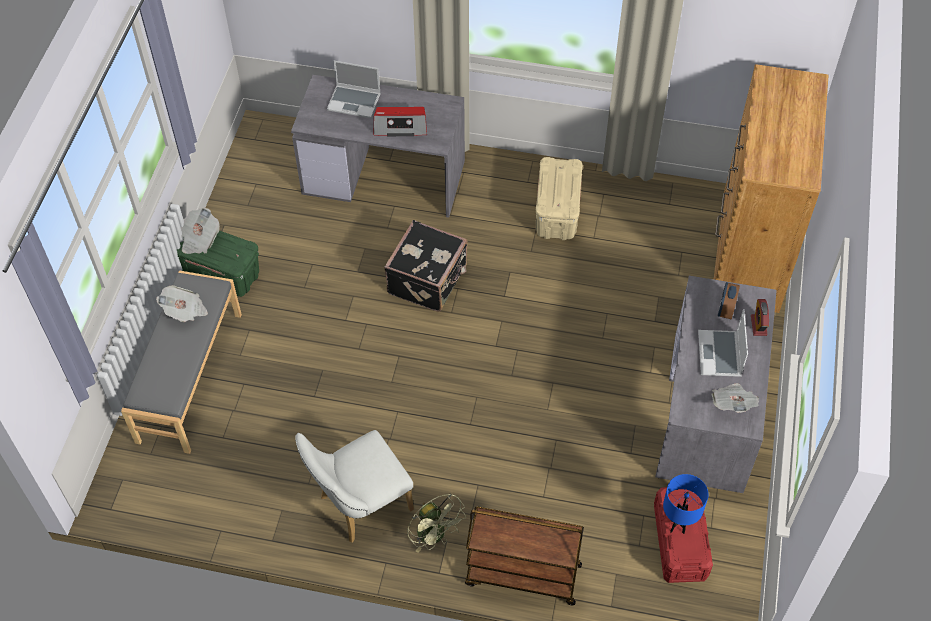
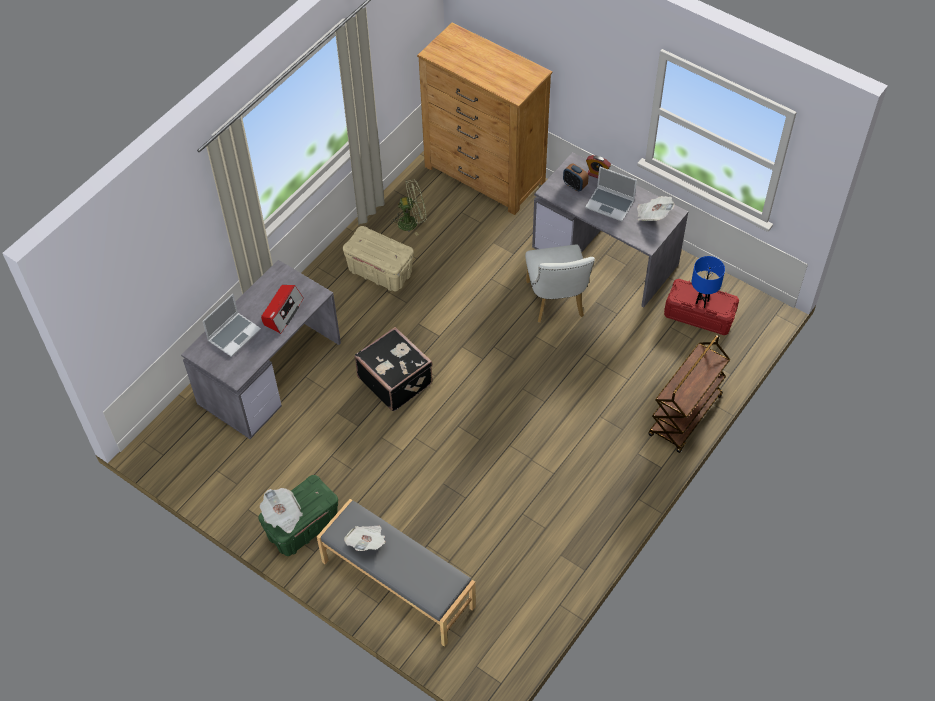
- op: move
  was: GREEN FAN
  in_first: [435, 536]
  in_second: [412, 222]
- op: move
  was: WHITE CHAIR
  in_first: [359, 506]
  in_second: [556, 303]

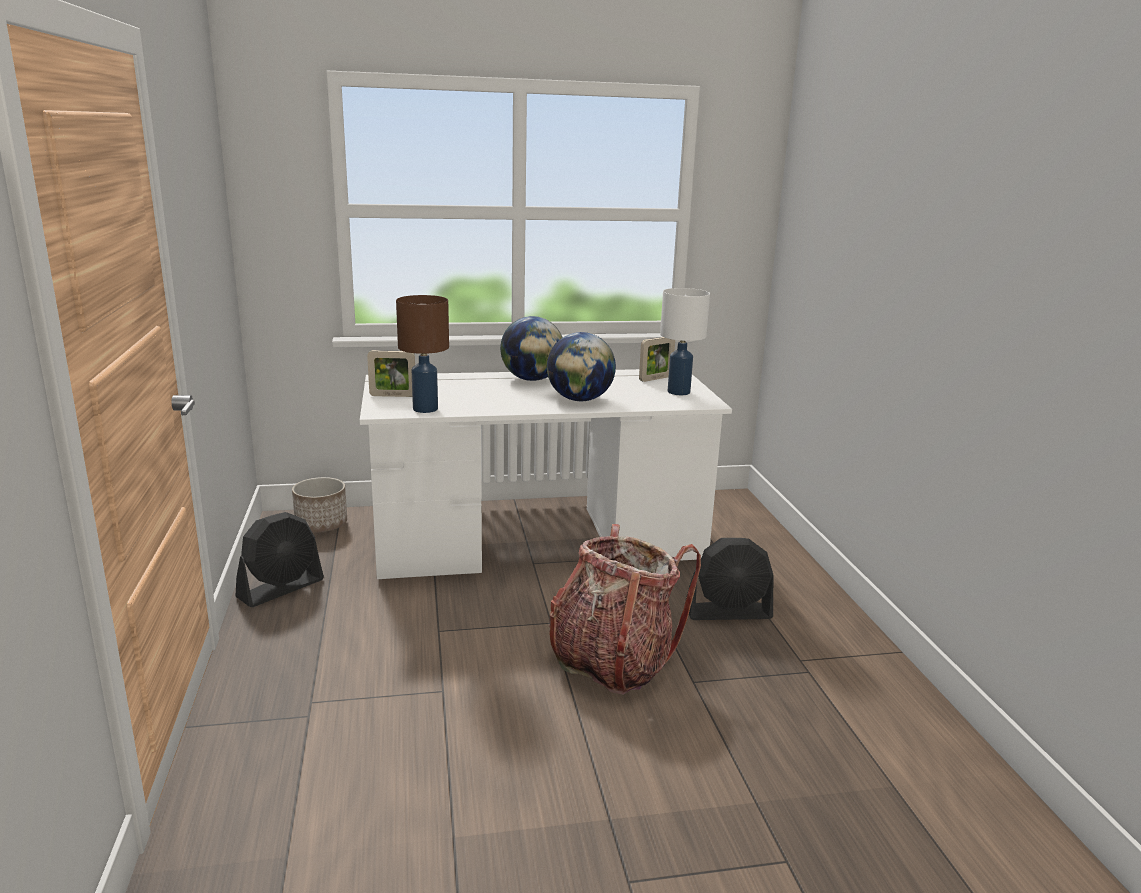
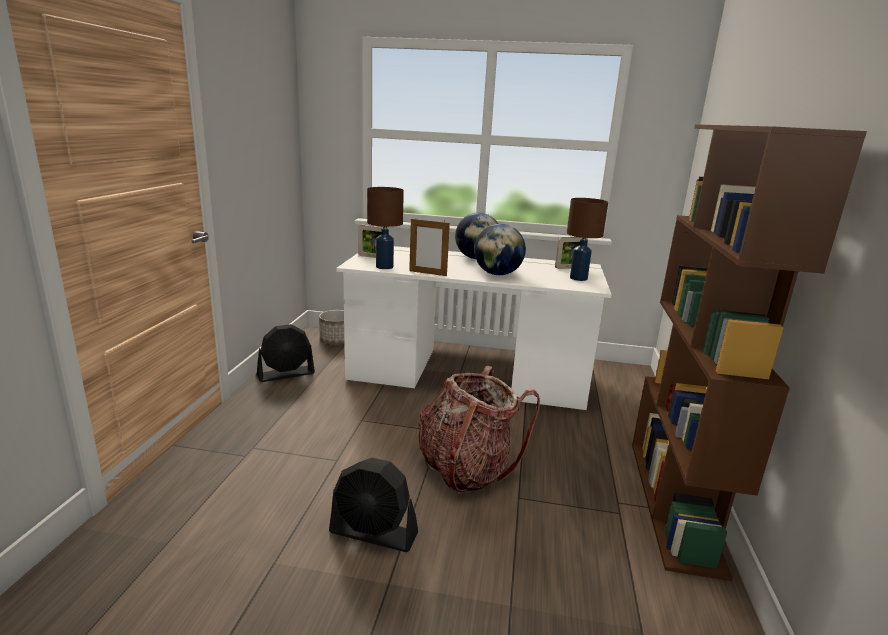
- op: move
  was: BLACK FAN
  in_first: [728, 612]
  in_second: [374, 533]
- op: insert
  now: PICTURE FRAME
  in_second: [428, 273]
- op: recolor
  was: WHITE TABLE LAMP
  now: BROWN TABLE LAMP
  in_first: [679, 392]
  in_second: [578, 278]
- op: insert
  now: BROWN BOOKCASE
  in_second: [674, 502]

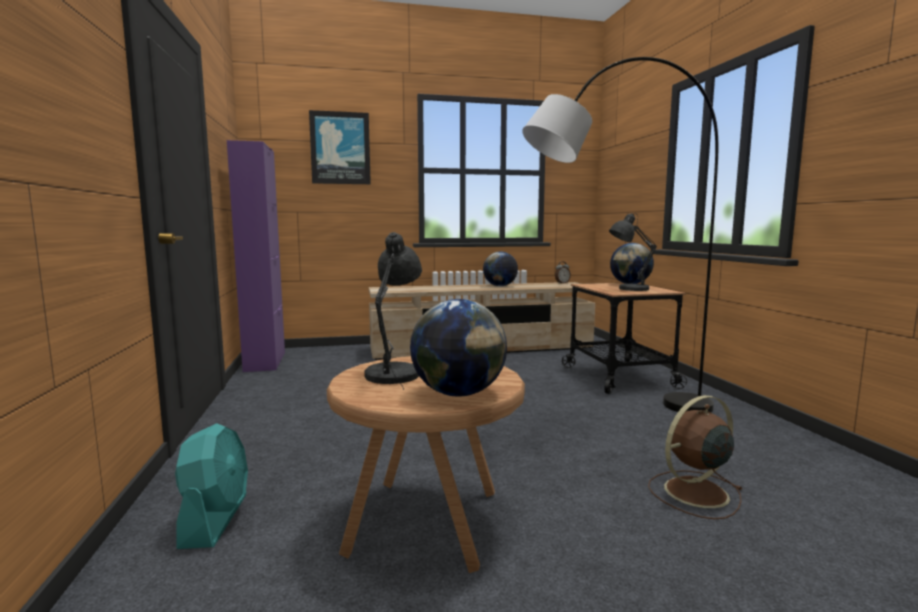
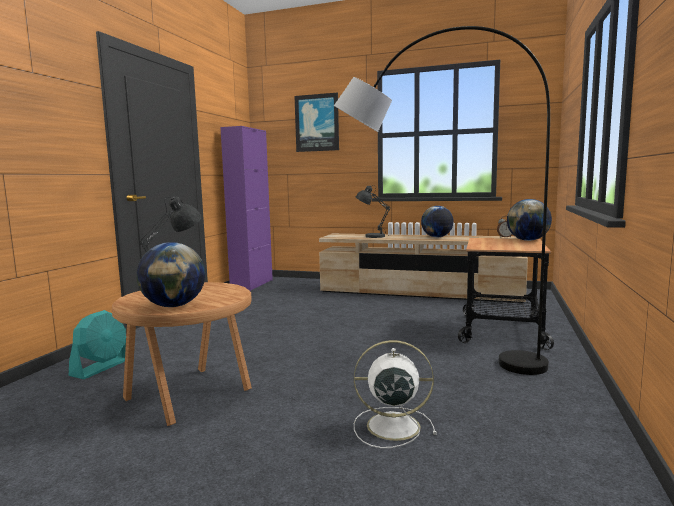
- op: recolor
  was: BROWN FAN
  now: WHITE FAN
  in_first: [694, 493]
  in_second: [390, 426]
- op: move
  was: GREY TABLE LAMP
  in_first: [630, 289]
  in_second: [372, 236]

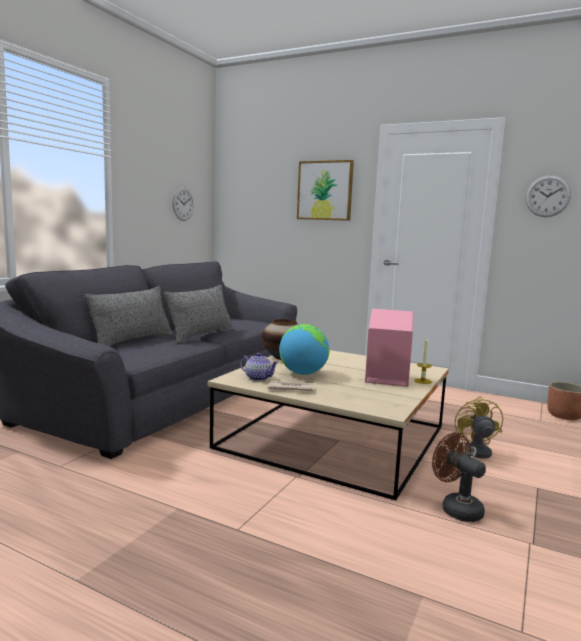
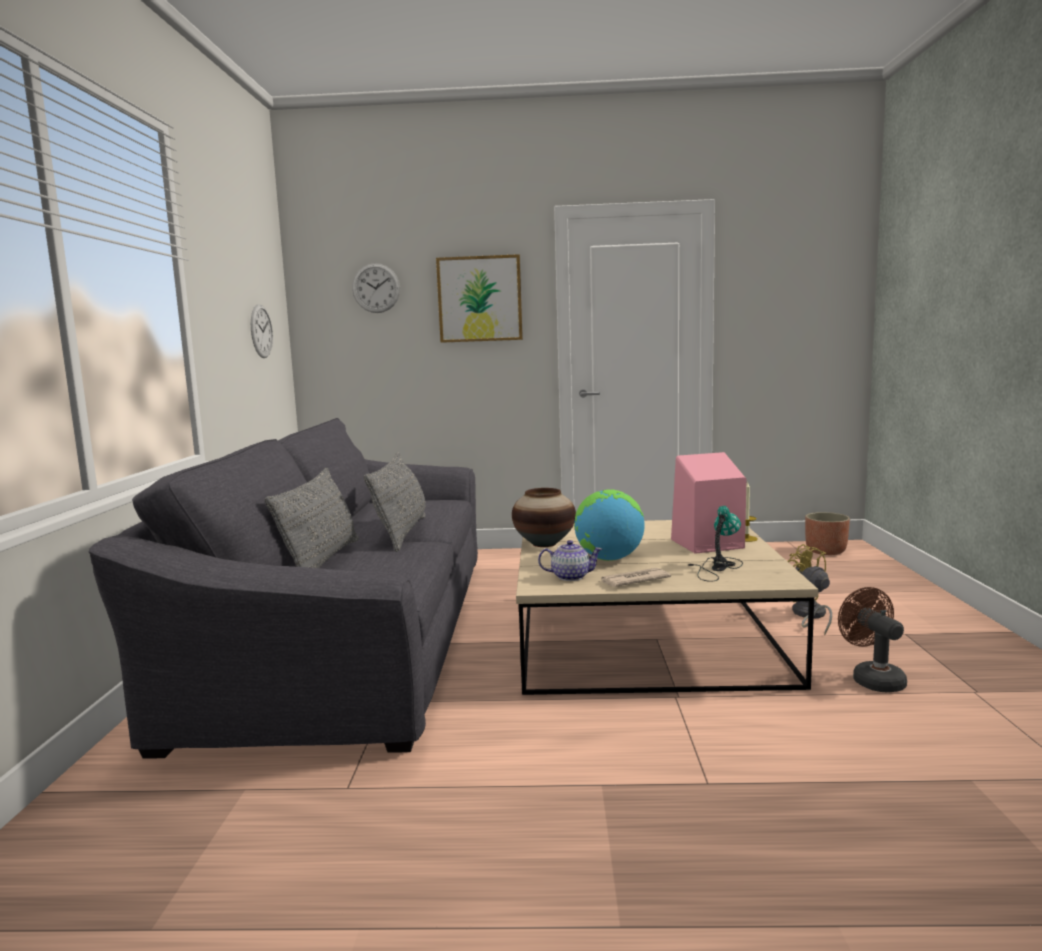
- op: move
  was: WALL CLOCK
  in_first: [547, 196]
  in_second: [376, 288]
- op: insert
  now: TABLE LAMP
  in_second: [716, 567]
- op: rotate
  was: BROWN FAN
  in_first: [456, 508]
  in_second: [872, 679]
  clockwise: 45

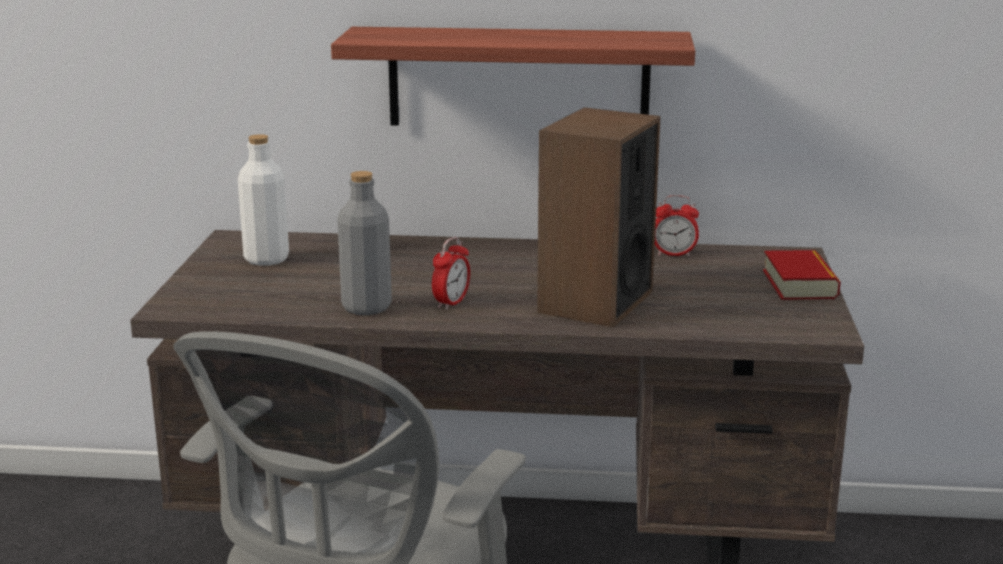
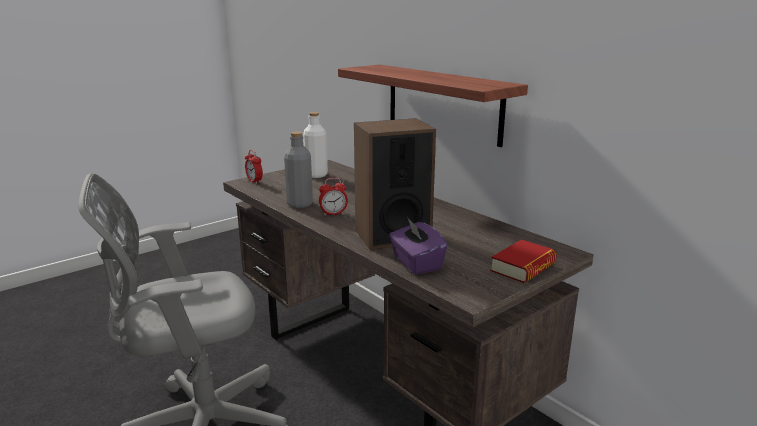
- op: move
  was: ALARM CLOCK
  in_first: [674, 254]
  in_second: [254, 181]
- op: insert
  now: PURPLE TISSUE BOX
  in_second: [416, 263]

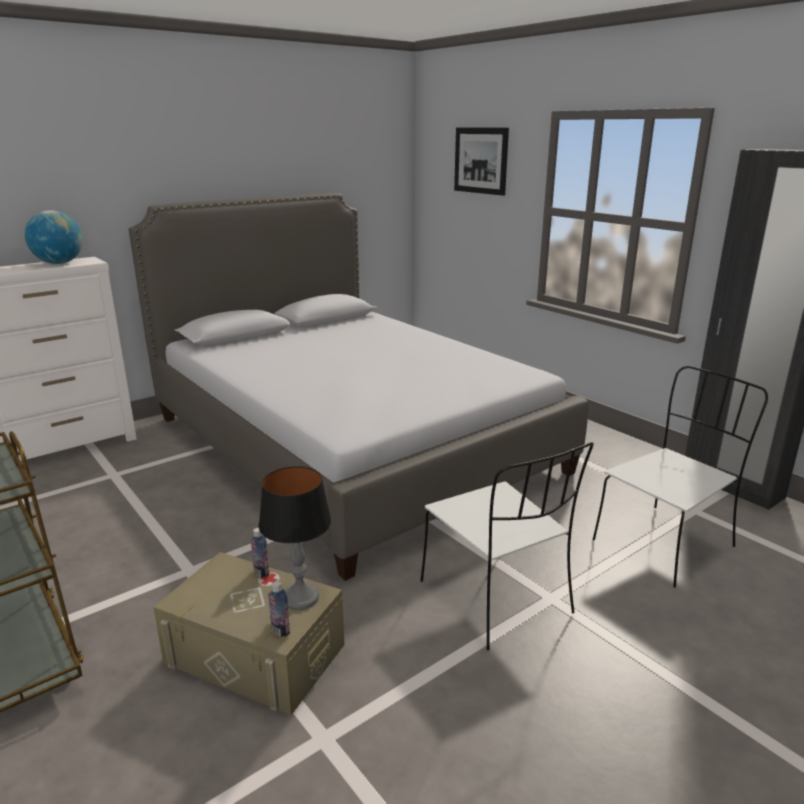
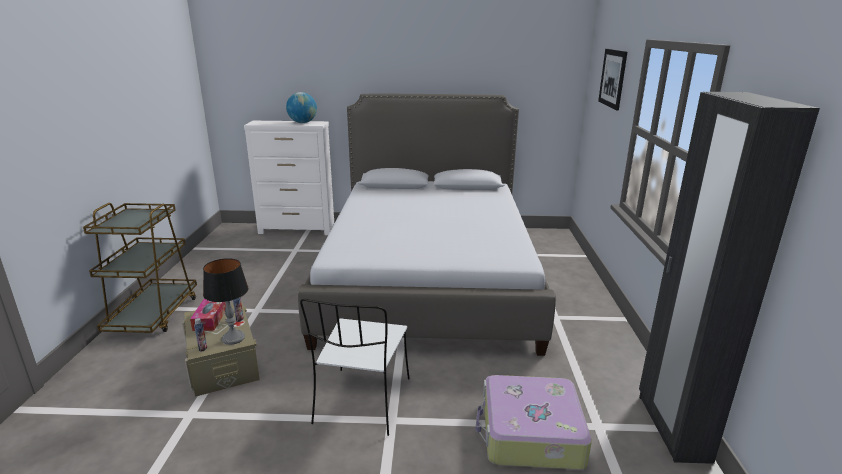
- op: insert
  now: TISSUE BOX
  in_second: [210, 319]
- op: replace
  was: WHITE CHAIR
  now: SUITCASE
  in_first: [665, 542]
  in_second: [530, 433]

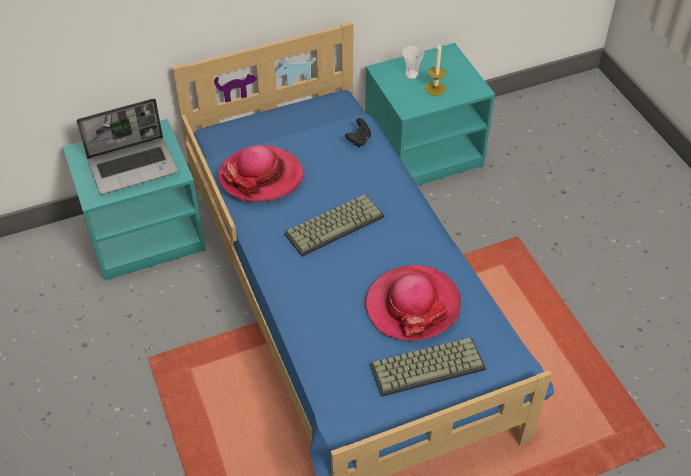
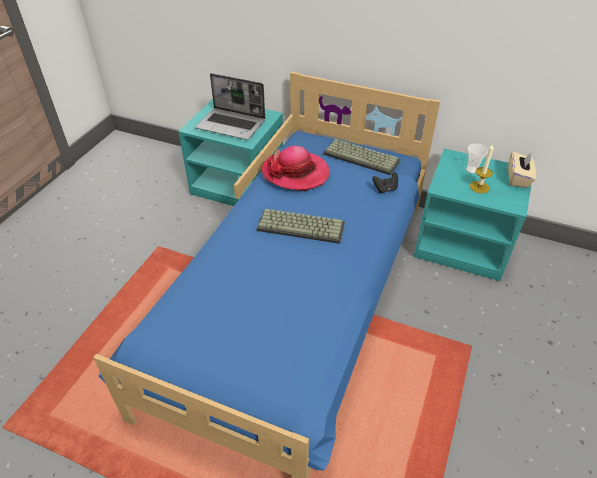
- op: move
  was: KEYBOARD
  in_first: [428, 365]
  in_second: [362, 157]
- op: insert
  now: BEIGE TISSUE BOX
  in_second: [518, 178]
- op: delete
  was: HAT
  in_first: [412, 305]

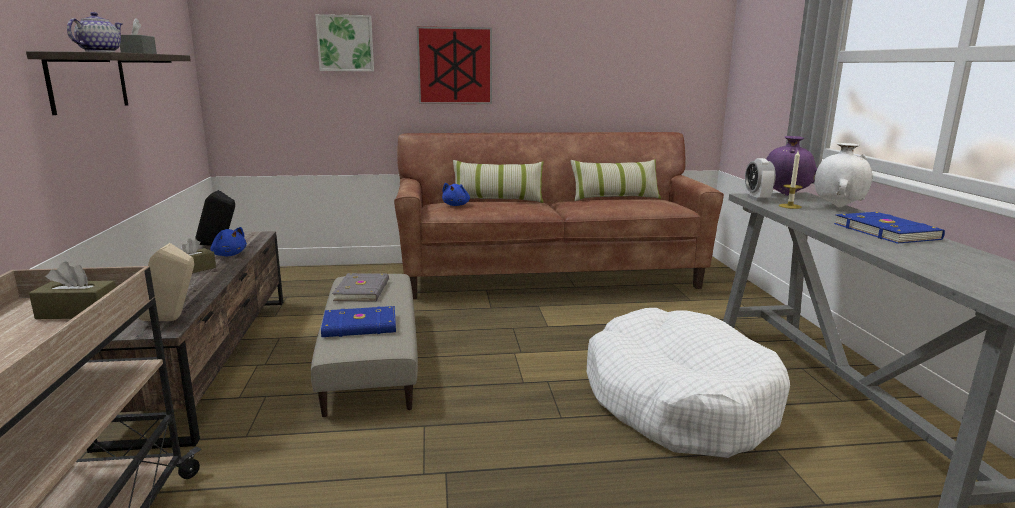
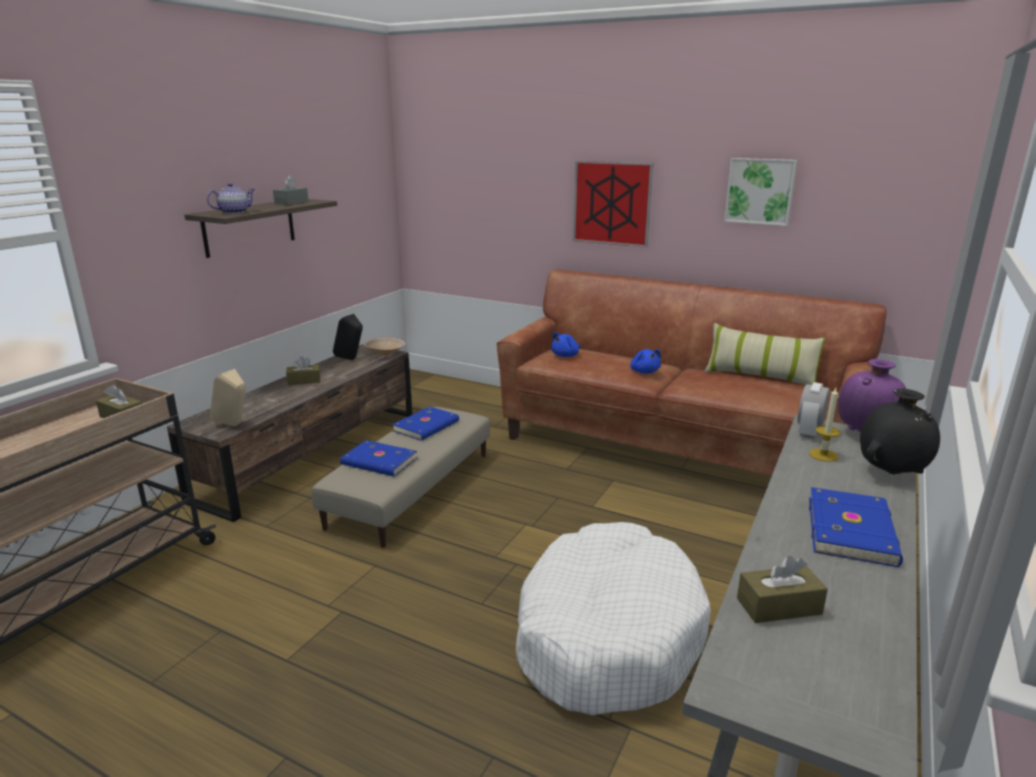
- op: insert
  now: BEIGE BOWL
  in_second: [386, 354]
- op: recolor
  was: GREY BOOK
  now: BLUE BOOK
  in_first: [363, 290]
  in_second: [427, 426]
- op: move
  was: BLUE PLUSH TOY
  in_first: [229, 255]
  in_second: [644, 371]
- op: move
  was: PICTURE
  in_first: [345, 43]
  in_second: [760, 191]
- op: insert
  now: BROWN TISSUE BOX
  in_second: [779, 606]
- op: recolor
  was: WHITE VASE
  now: BLACK VASE
  in_first: [838, 207]
  in_second: [891, 473]
- op: delete
  was: PILLOW
  in_first: [497, 200]

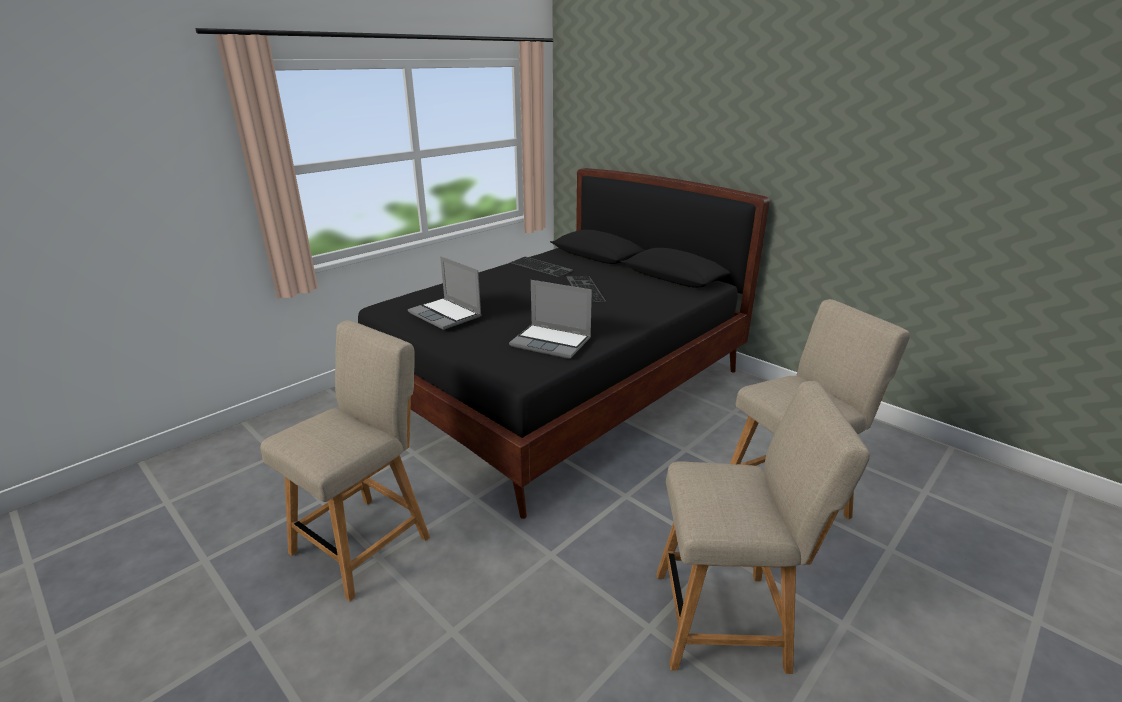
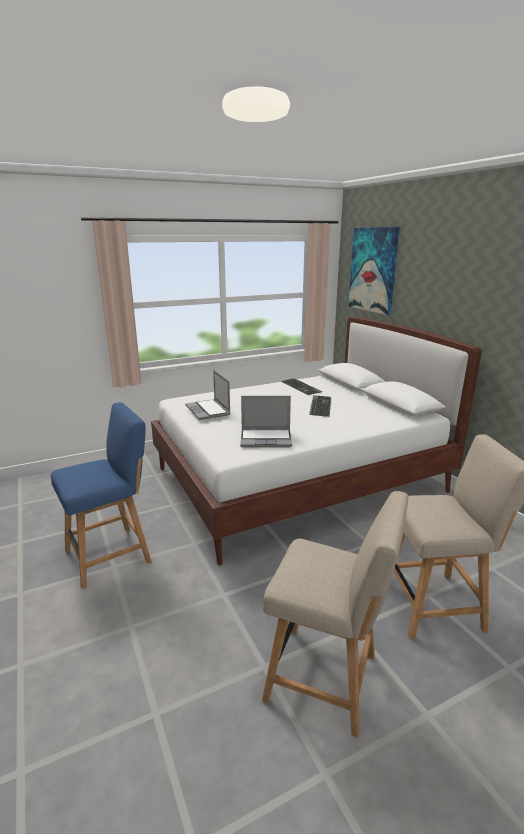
- op: recolor
  was: BEIGE CHAIR
  now: BLUE CHAIR
  in_first: [366, 541]
  in_second: [112, 554]
- op: recolor
  was: BLACK BED
  now: WHITE BED
  in_first: [561, 388]
  in_second: [298, 480]
- op: rotate
  was: LAPTOP
  in_first: [552, 342]
  in_second: [266, 439]
  clockwise: -45
- op: insert
  now: PICTURE
  in_second: [373, 270]

